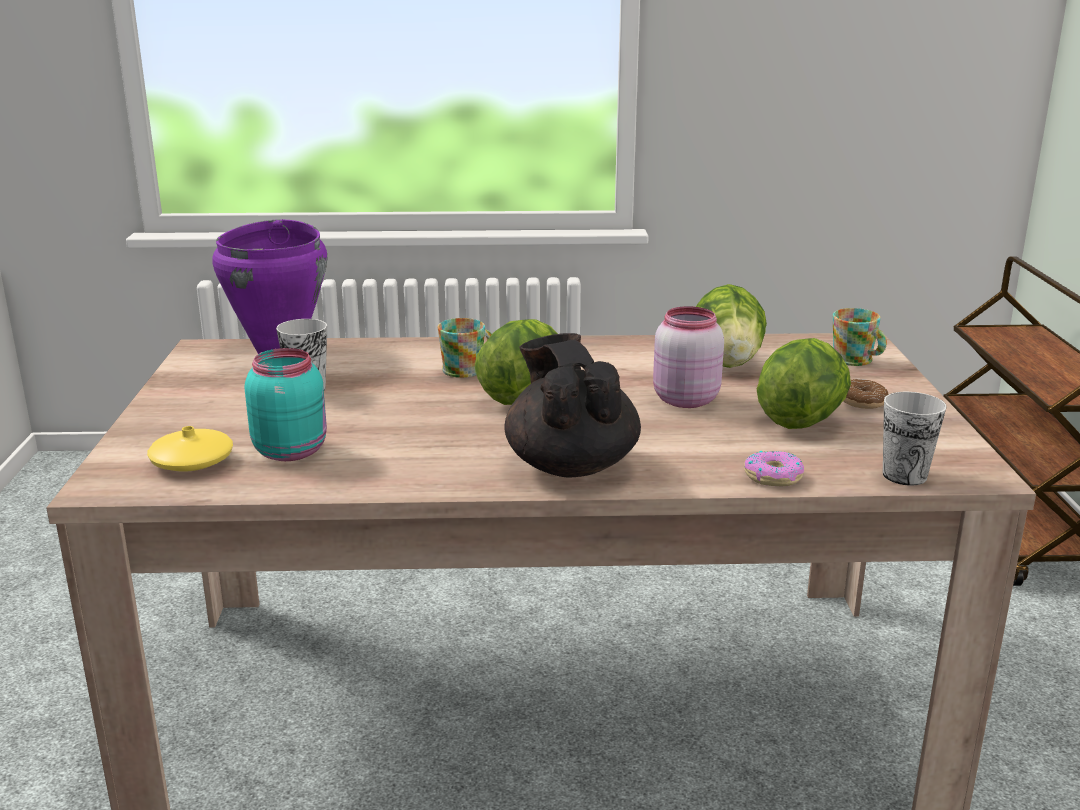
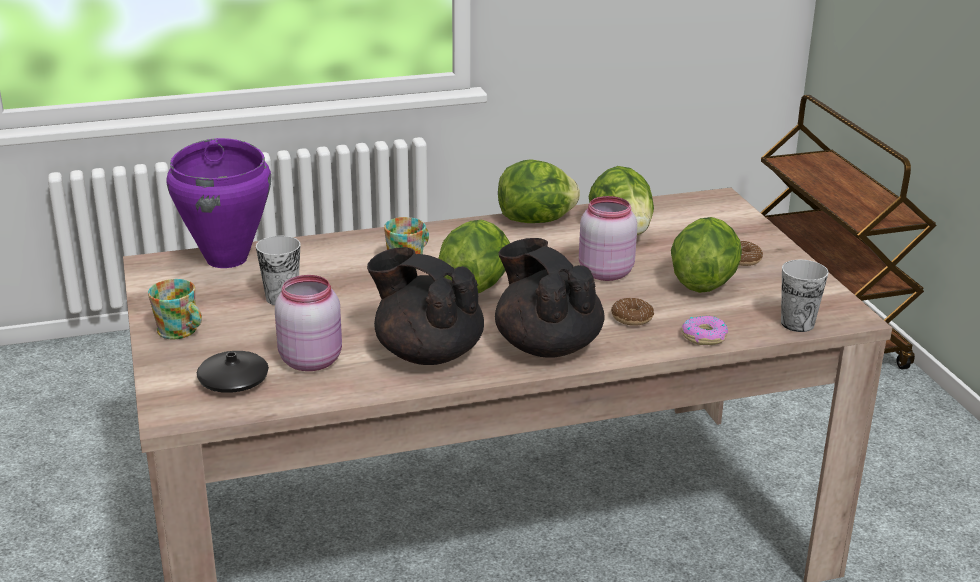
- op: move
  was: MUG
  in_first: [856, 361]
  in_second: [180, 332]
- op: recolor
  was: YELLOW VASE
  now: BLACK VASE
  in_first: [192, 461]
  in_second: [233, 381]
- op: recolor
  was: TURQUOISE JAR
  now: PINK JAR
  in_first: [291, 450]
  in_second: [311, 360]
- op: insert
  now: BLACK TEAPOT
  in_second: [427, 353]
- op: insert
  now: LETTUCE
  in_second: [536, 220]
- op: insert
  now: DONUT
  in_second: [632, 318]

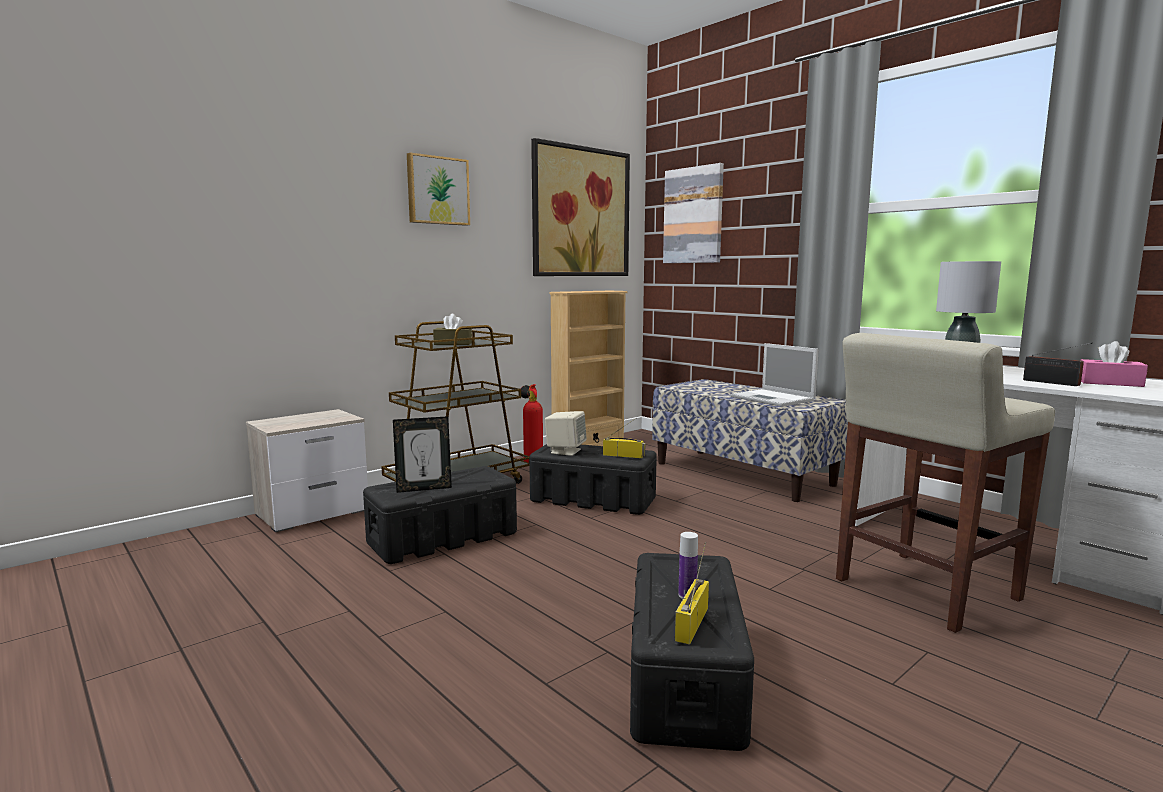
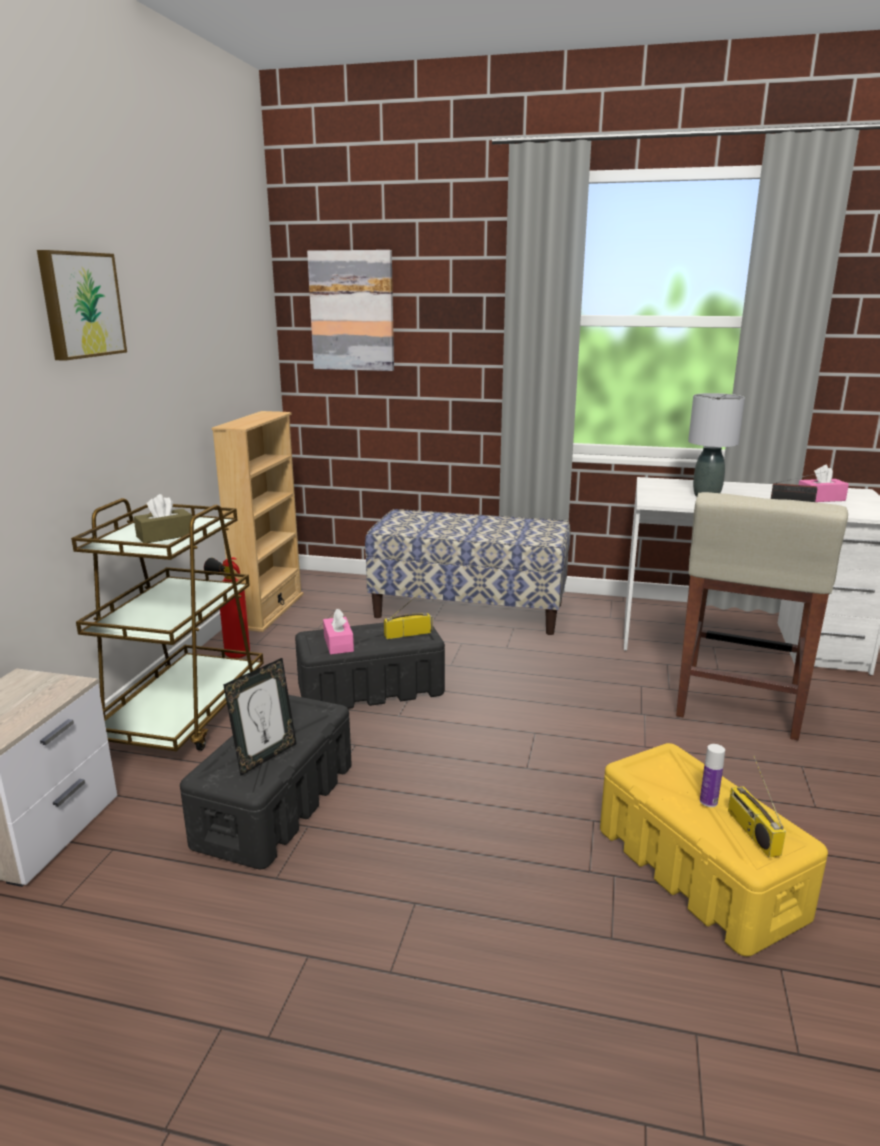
- op: replace
  was: BEIGE SPEAKER
  now: PINK TISSUE BOX
  in_first: [565, 451]
  in_second: [338, 644]
- op: recolor
  was: BLACK STORAGE BOX
  now: YELLOW STORAGE BOX
  in_first: [685, 678]
  in_second: [699, 873]
- op: delete
  was: PICTURE
  in_first: [580, 212]
- op: delete
  was: LAPTOP
  in_first: [773, 399]

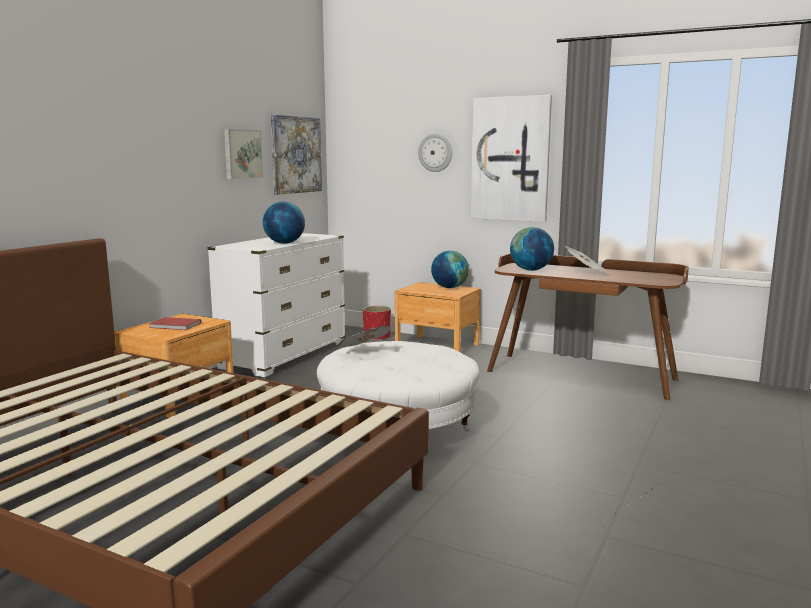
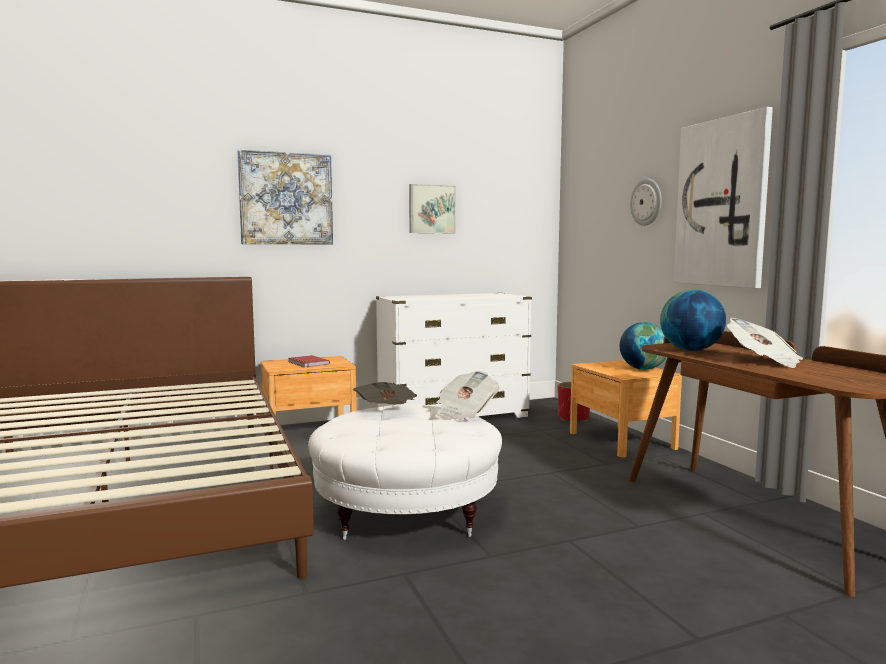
- op: move
  was: PICTURE
  in_first: [296, 155]
  in_second: [286, 199]
- op: insert
  now: NEWSPAPER
  in_second: [464, 413]
- op: delete
  was: GLOBE
  in_first: [284, 243]

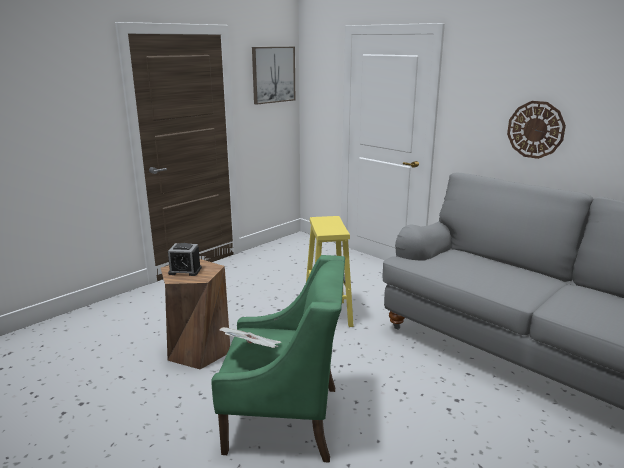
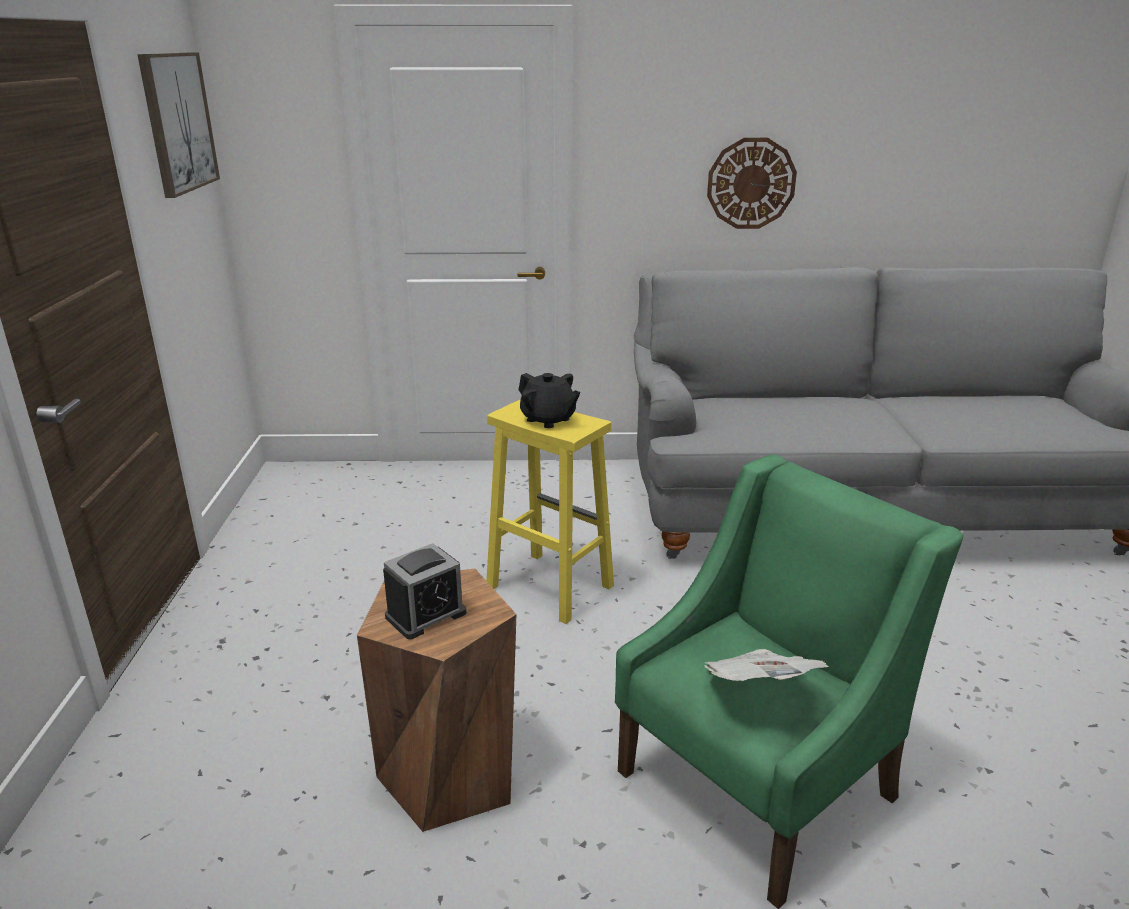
- op: insert
  now: BLACK TEAPOT
  in_second: [548, 419]

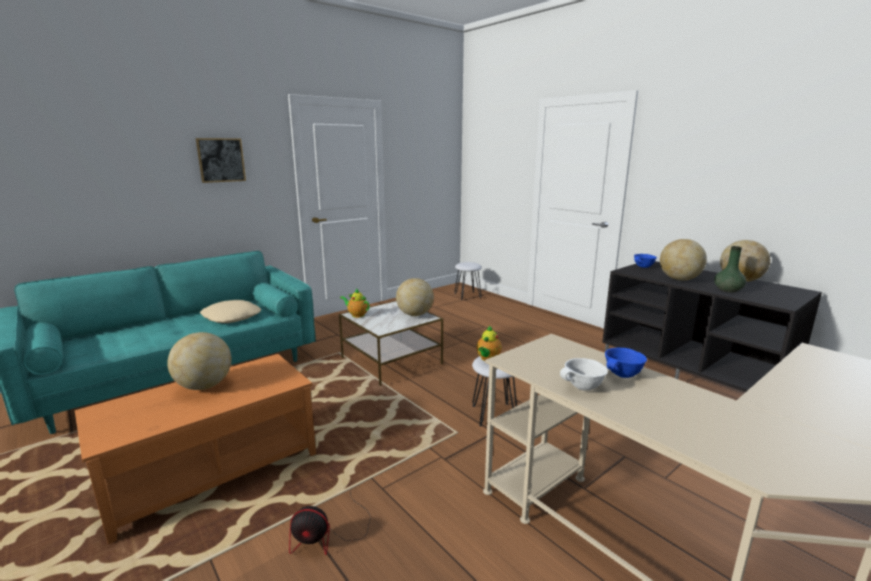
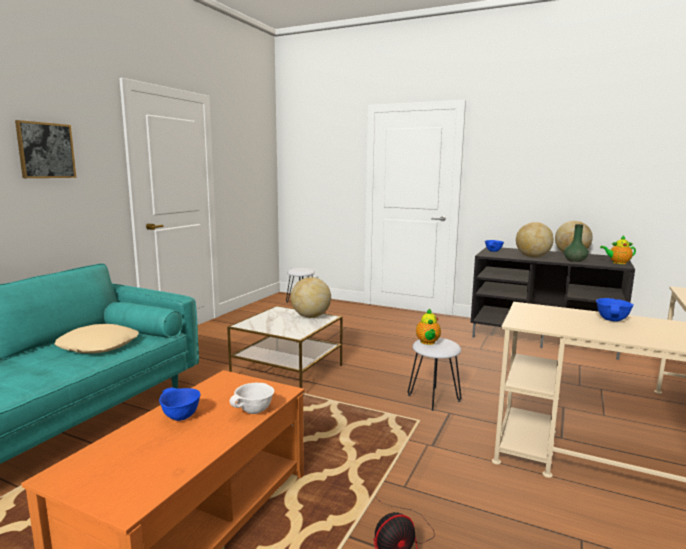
- op: replace
  was: GLOBE
  now: BLUE BOWL
  in_first: [204, 386]
  in_second: [179, 417]
- op: move
  was: WHITE BOWL
  in_first: [583, 388]
  in_second: [254, 411]
- op: move
  was: TEAPOT
  in_first: [356, 315]
  in_second: [617, 263]

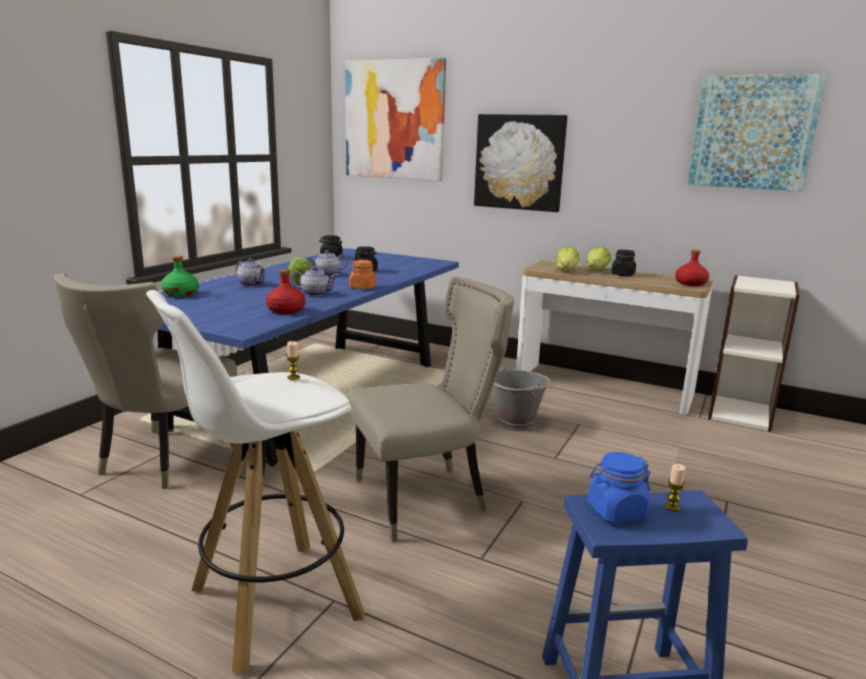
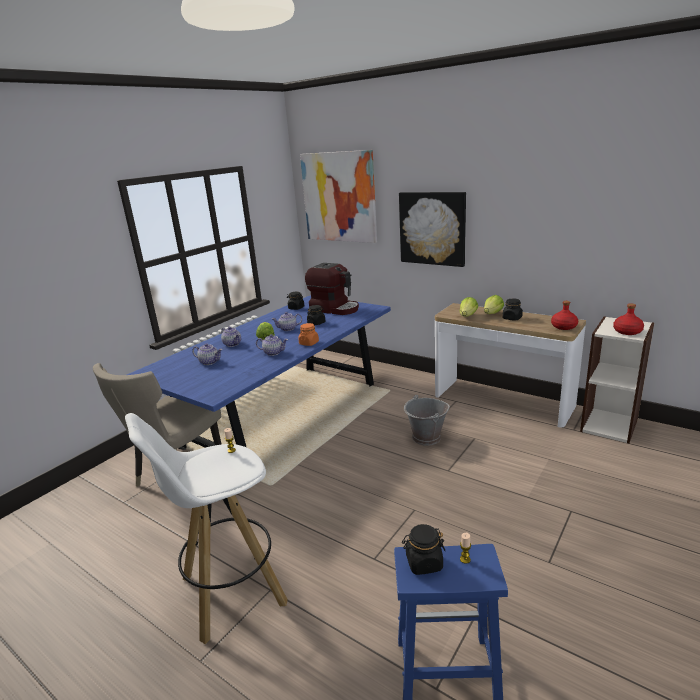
- op: insert
  now: TEAPOT
  in_second: [209, 362]
- op: insert
  now: COFFEE MACHINE
  in_second: [335, 309]
- op: recolor
  was: BLUE JAR
  now: BLACK JAR
  in_first: [616, 511]
  in_second: [424, 563]
- op: move
  was: RED BOTTLE
  in_first: [285, 310]
  in_second: [627, 332]
- op: delete
  was: GREEN BOTTLE
  in_first: [181, 294]
- op: delete
  was: BEIGE CHAIR
  in_first: [426, 498]
- op: delete
  was: PICTURE
  in_first: [752, 132]

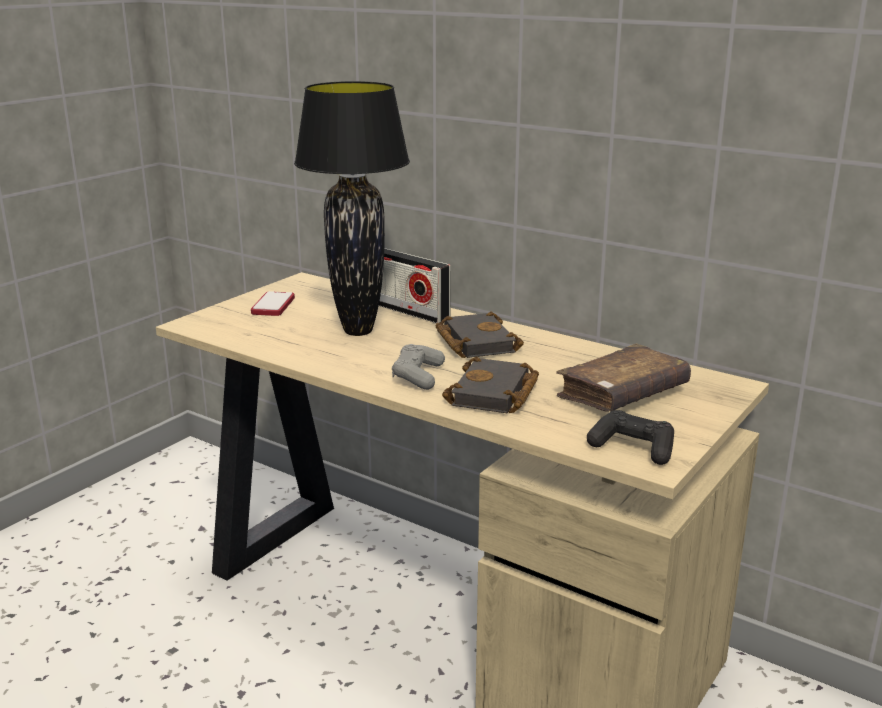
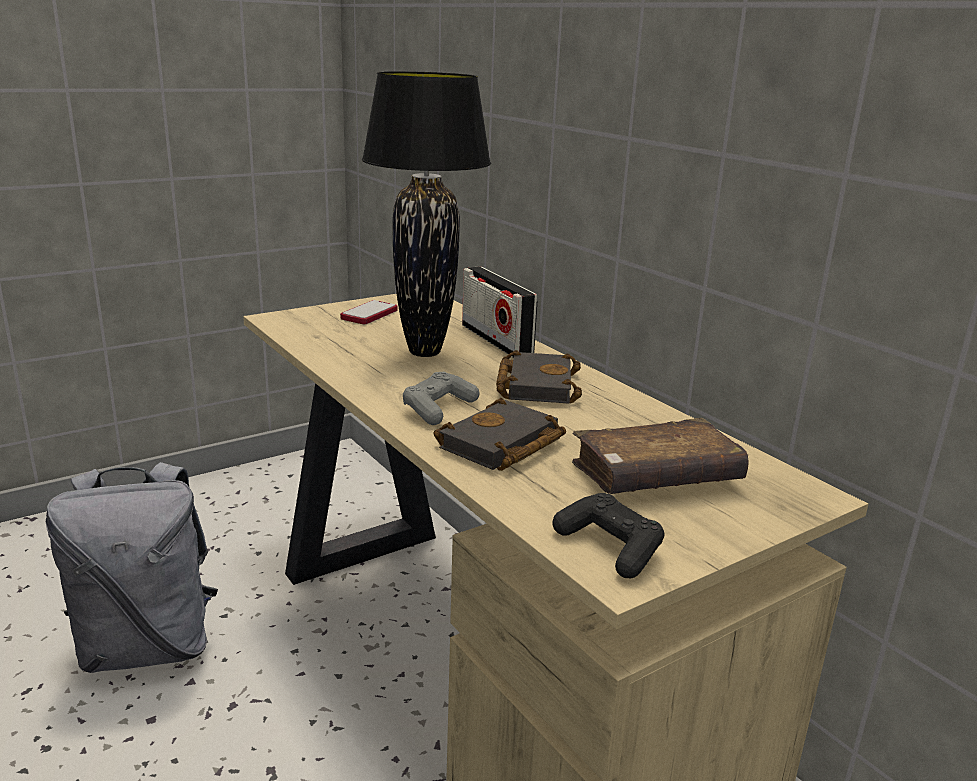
- op: insert
  now: GREY BACKPACK
  in_second: [148, 646]

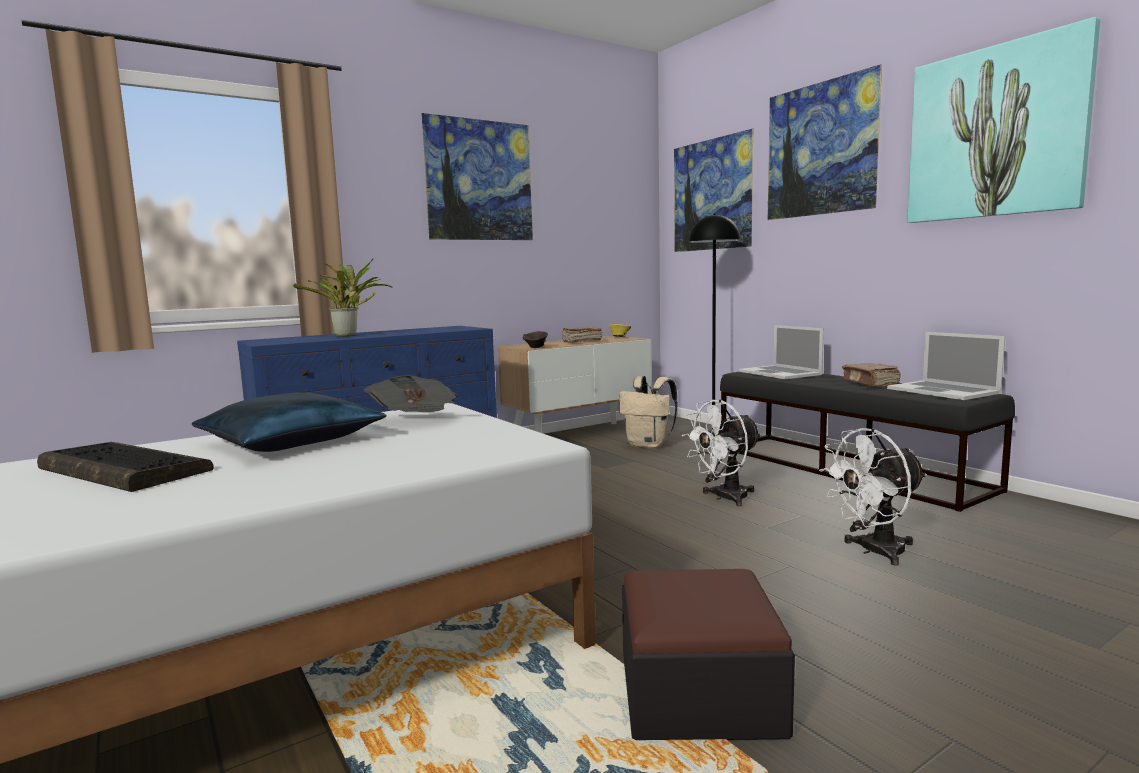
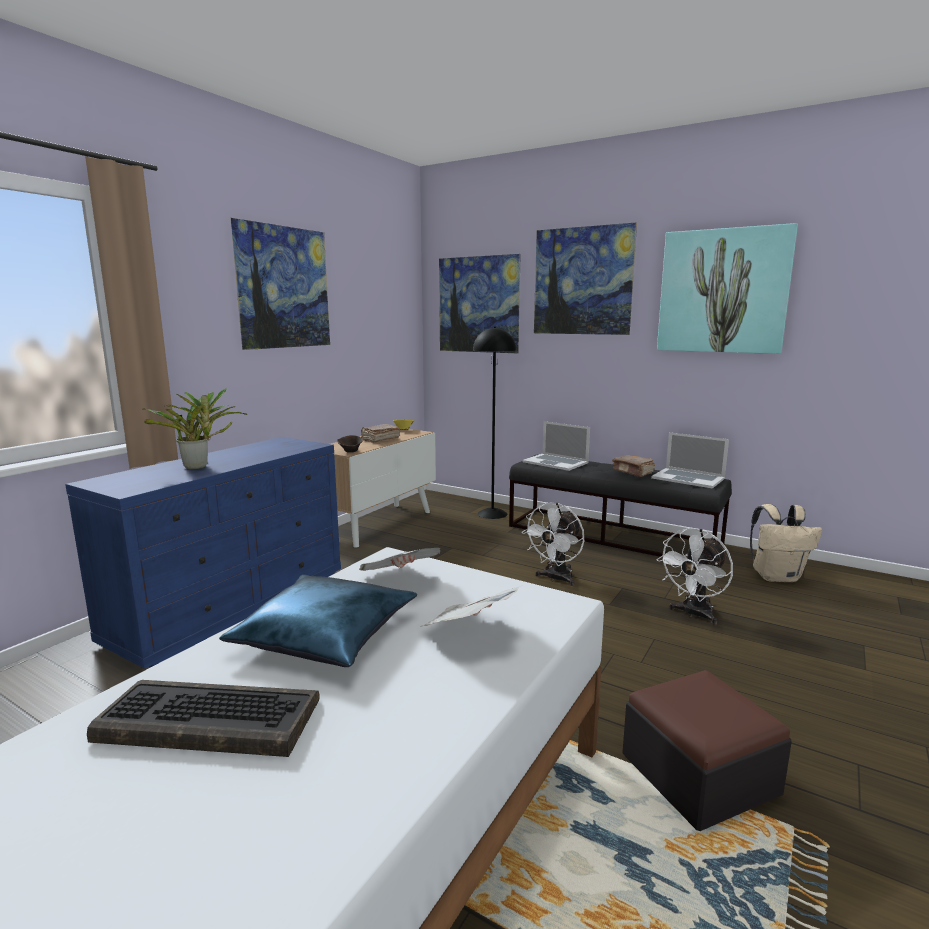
- op: insert
  now: NEWSPAPER
  in_second: [470, 631]
- op: move
  was: BEIGE BACKPACK
  in_first: [649, 445]
  in_second: [776, 577]

